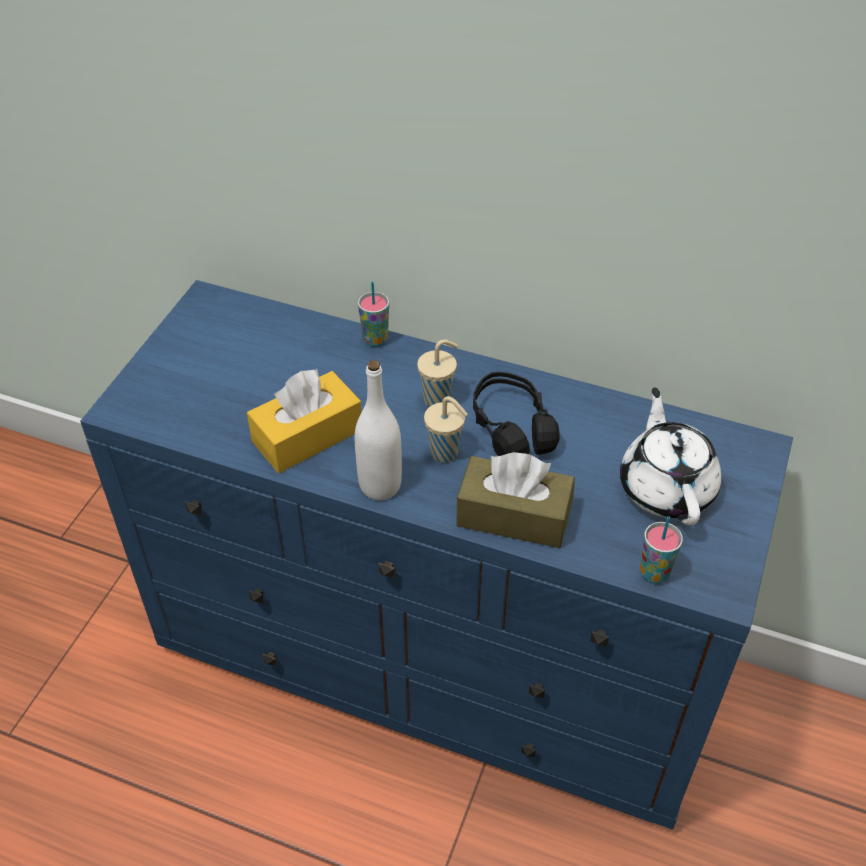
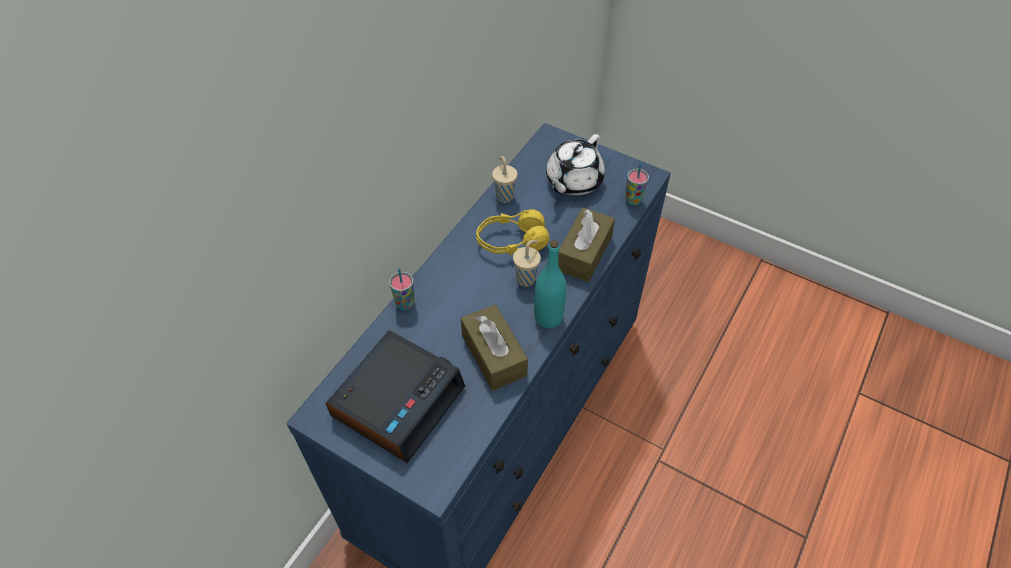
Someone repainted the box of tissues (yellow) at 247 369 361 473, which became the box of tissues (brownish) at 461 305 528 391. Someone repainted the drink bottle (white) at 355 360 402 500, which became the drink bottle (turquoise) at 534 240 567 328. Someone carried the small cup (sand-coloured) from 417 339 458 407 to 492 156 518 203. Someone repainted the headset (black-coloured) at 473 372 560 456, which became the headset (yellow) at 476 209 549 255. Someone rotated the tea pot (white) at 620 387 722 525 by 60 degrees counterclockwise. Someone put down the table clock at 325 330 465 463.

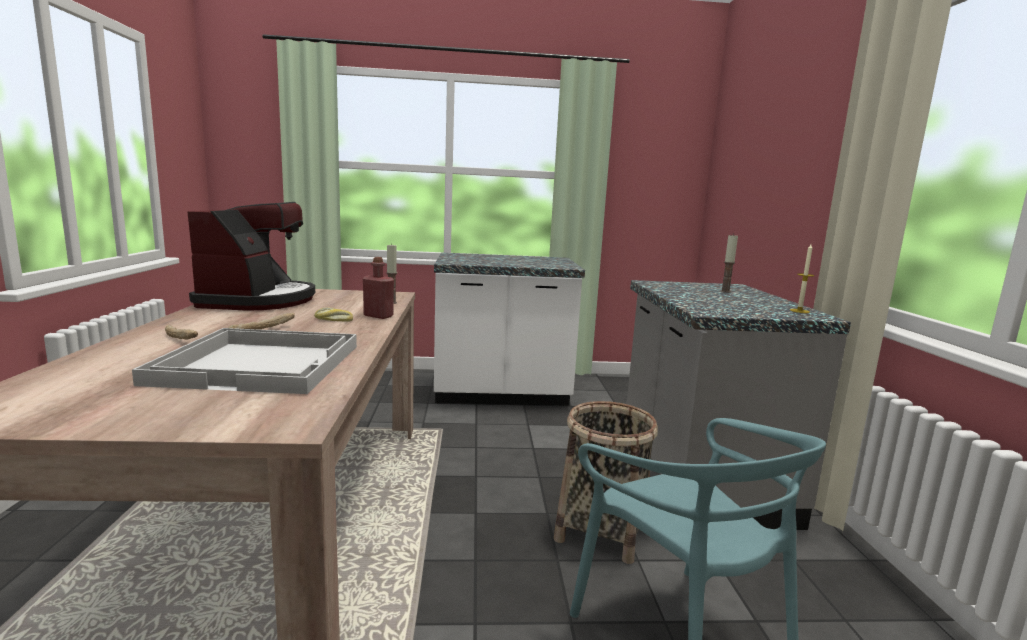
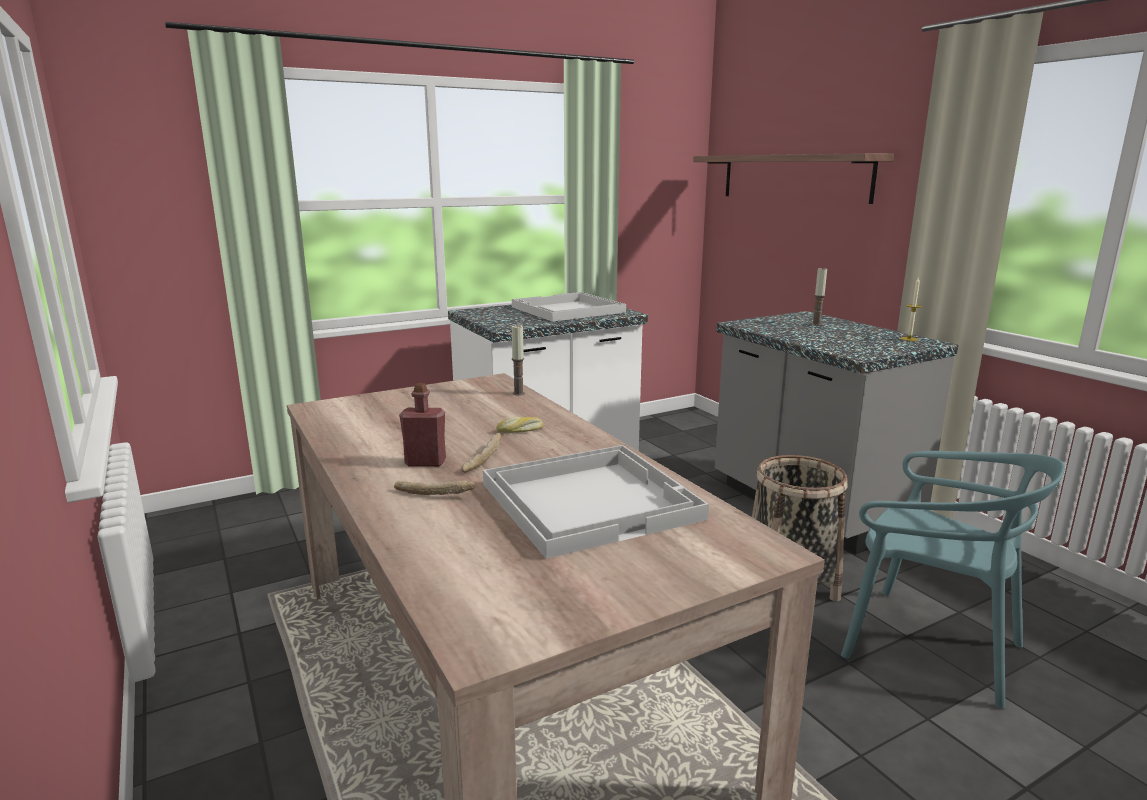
Someone took away the coffee maker at 188 202 315 311. Someone carried the drink bottle (red) from 363 257 394 319 to 399 383 446 467. Someone put down the tray (white) at 512 292 626 322. Someone put up the shelf at 693 153 894 204.

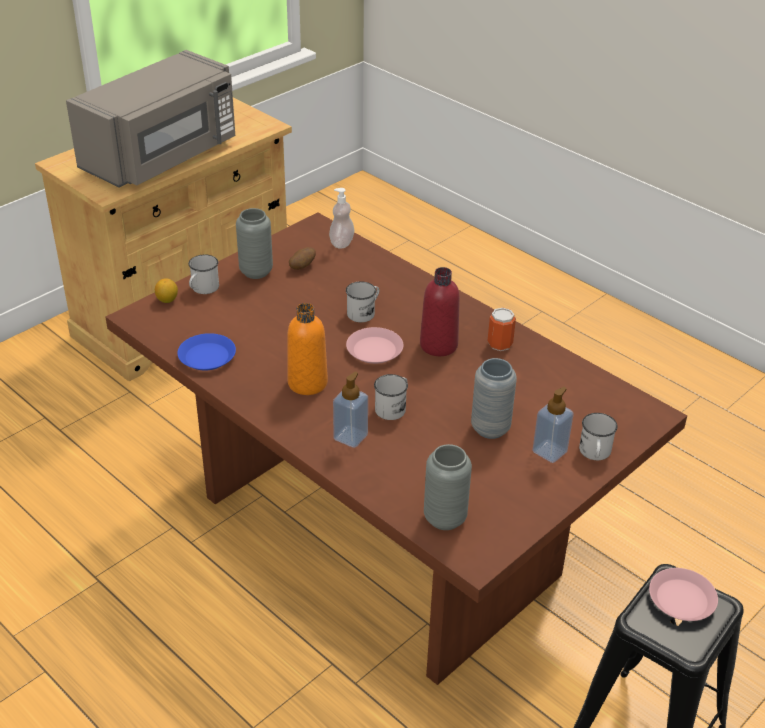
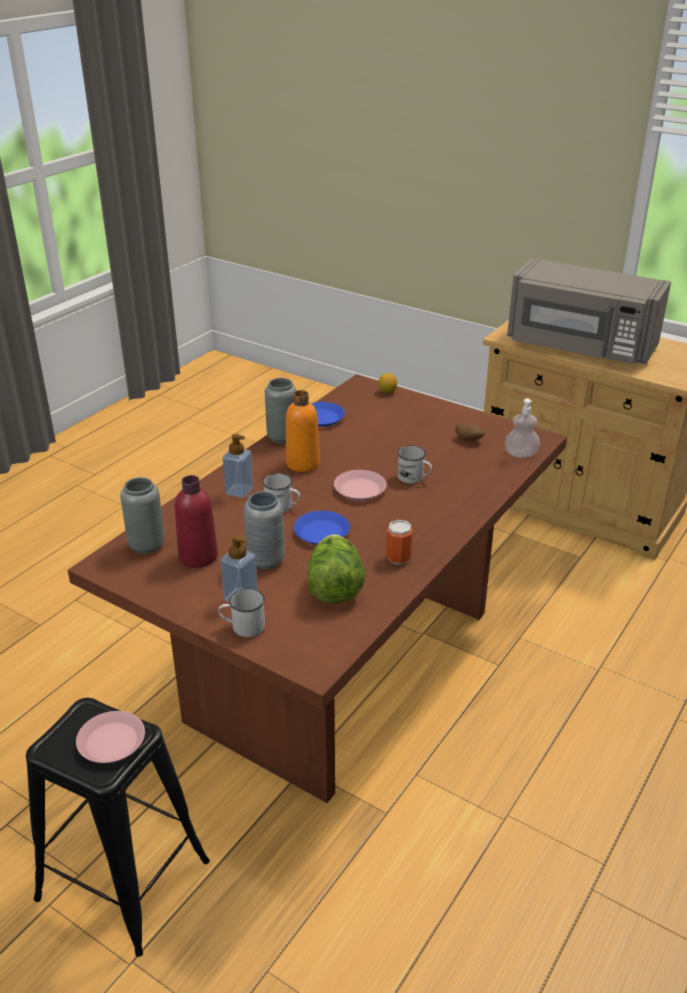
Someone took away the tea mug (white) at 188 255 219 294. Someone carried the flower vase (greyish) from 236 208 273 279 to 265 378 297 444. Someone carried the drink bottle (red) from 420 267 460 356 to 175 475 218 568. Someone put down the flat dish (blue) at 294 511 350 545. Someone put down the head of lettuce at 308 534 365 604.

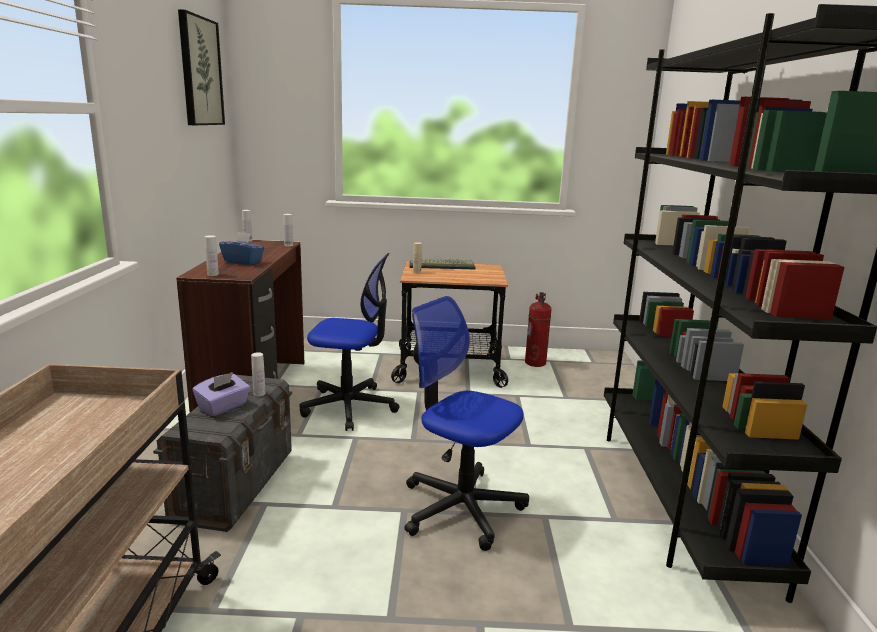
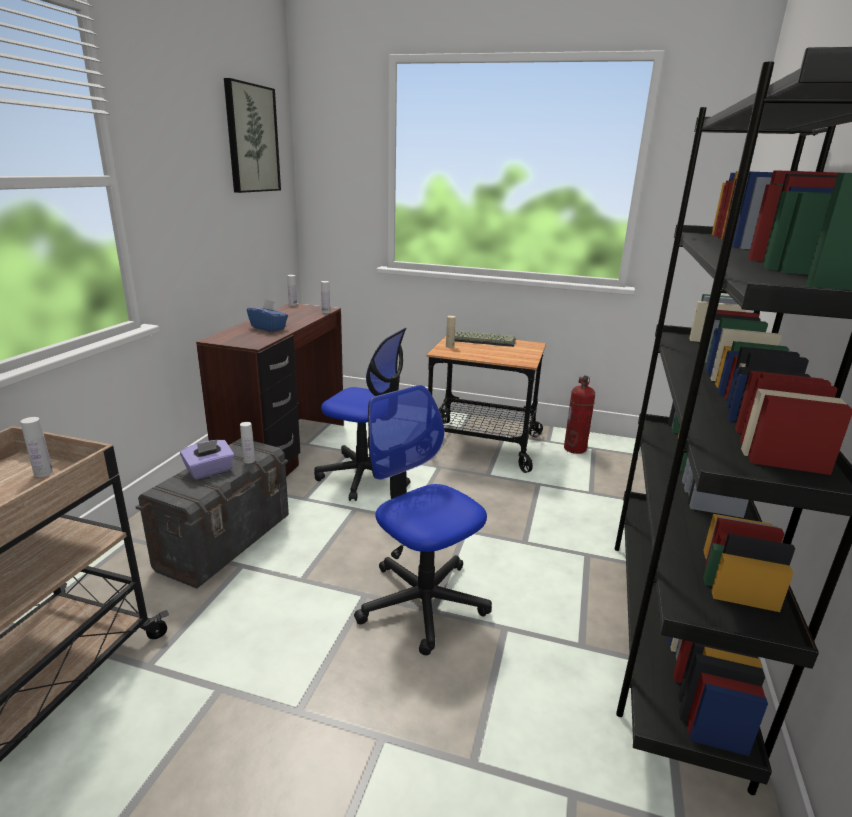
Someone carried the drink bottle (white) from 205 235 219 276 to 21 417 53 477.

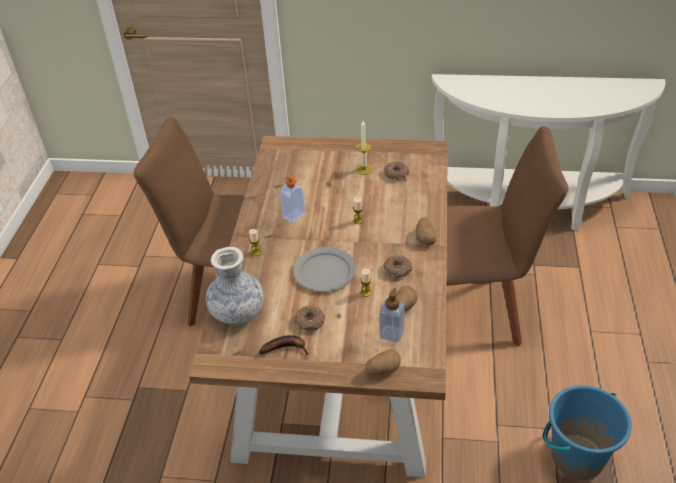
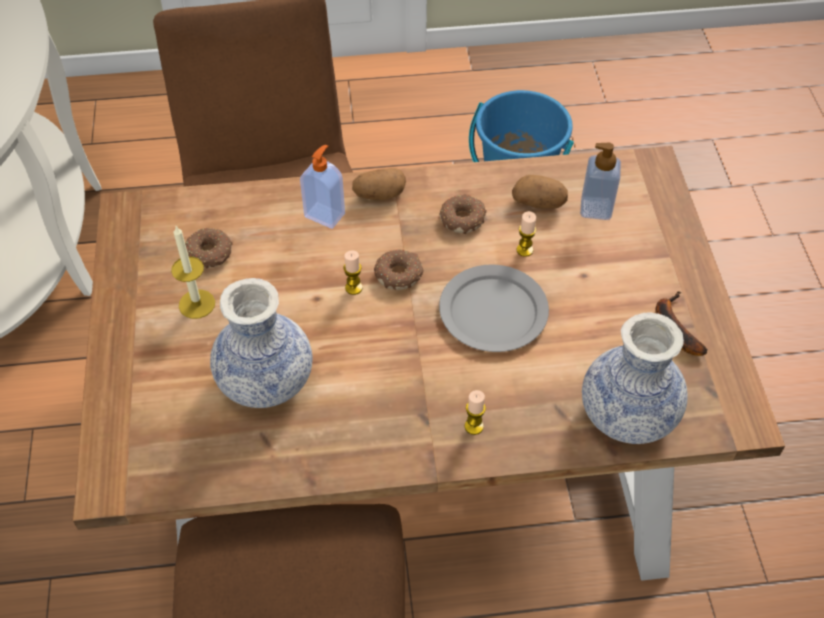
Someone carried the soap bottle from 280 175 305 223 to 300 145 345 229. Someone carried the ring doughnut from 295 305 325 331 to 374 249 424 290. Someone took away the potato at 365 349 401 375. Someone put down the flower vase at 210 278 312 408.

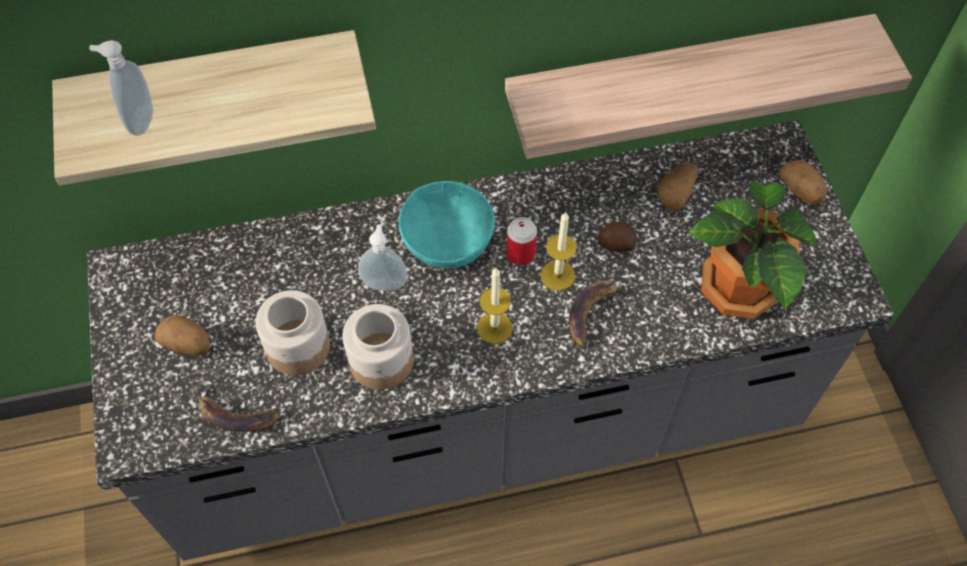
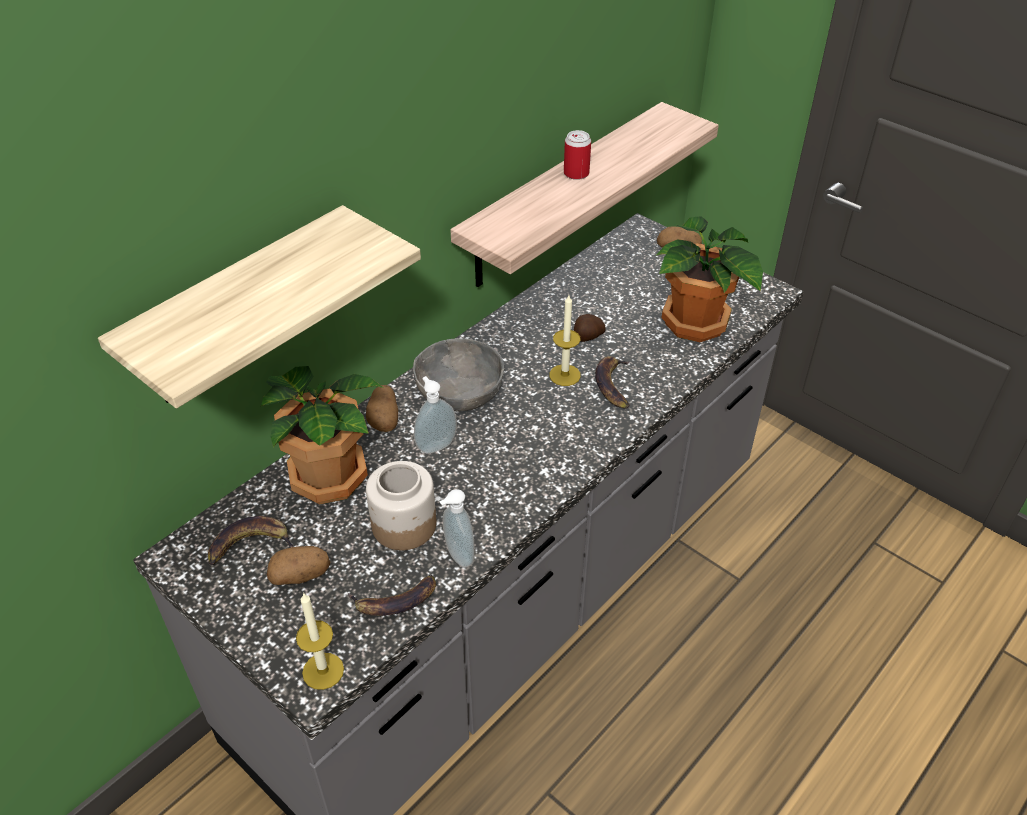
Someone carried the soap bottle from 89 40 153 136 to 439 489 475 568. Someone took away the storage jar at 343 304 413 390. Someone repainted the bowl (turquoise) at 398 181 495 268, which became the bowl (greyish) at 413 338 504 412. Someone carried the candle from 477 268 513 344 to 296 592 344 690. Someone carried the can from 506 217 537 265 to 564 130 591 180. Someone carried the potato from 657 163 697 211 to 366 385 398 432. Someone put down the whole banana at 208 516 294 565. Someone put down the houseplant at 261 366 383 504.

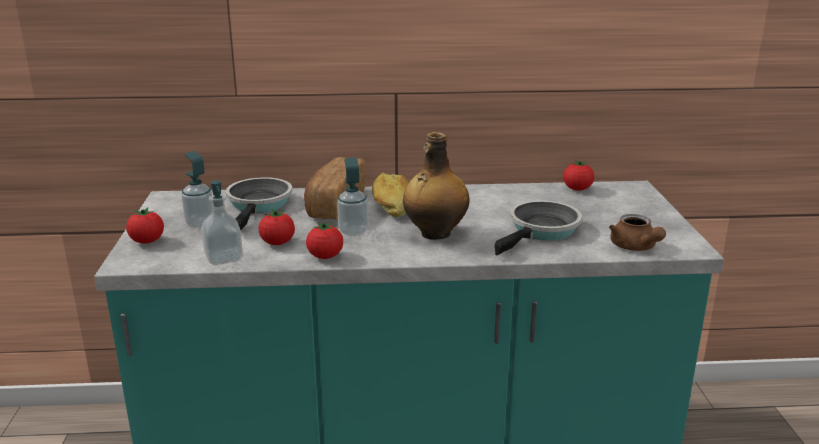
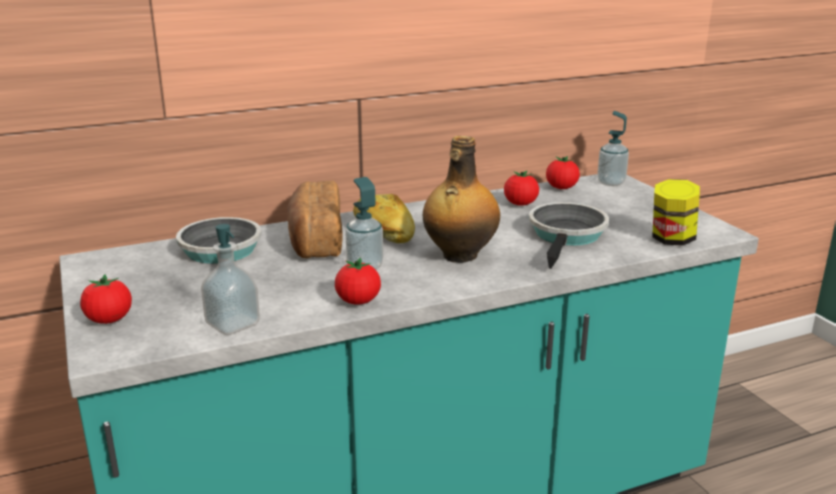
Someone carried the soap bottle from 181 151 213 228 to 597 111 629 186. Someone carried the fresh tomato from 259 209 295 245 to 504 171 539 206. Someone swapped the tea pot (brownish) at 609 214 666 251 for the storage jar at 652 179 700 246.

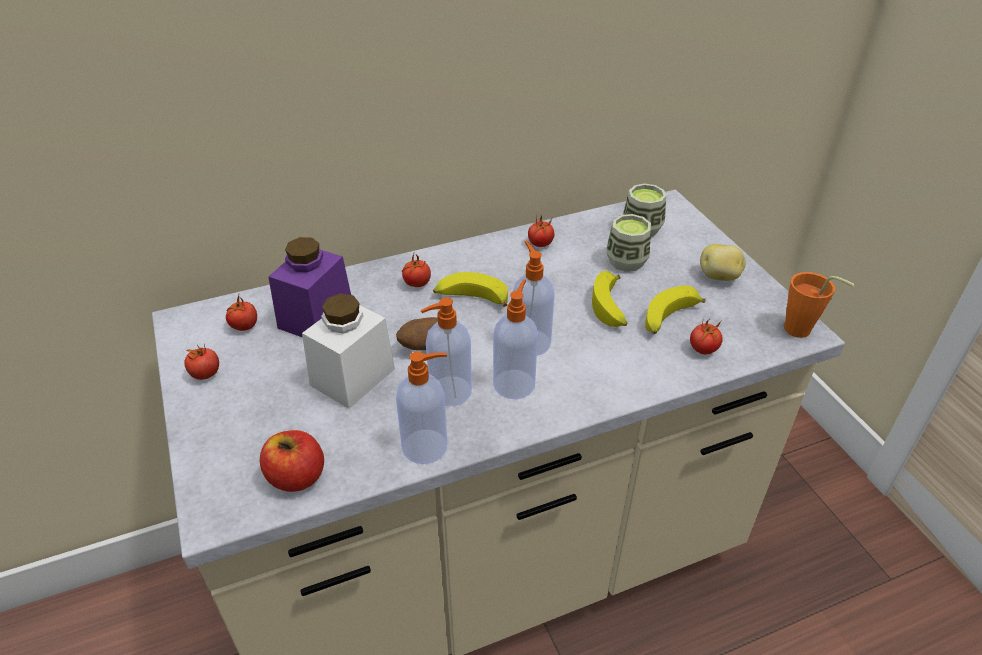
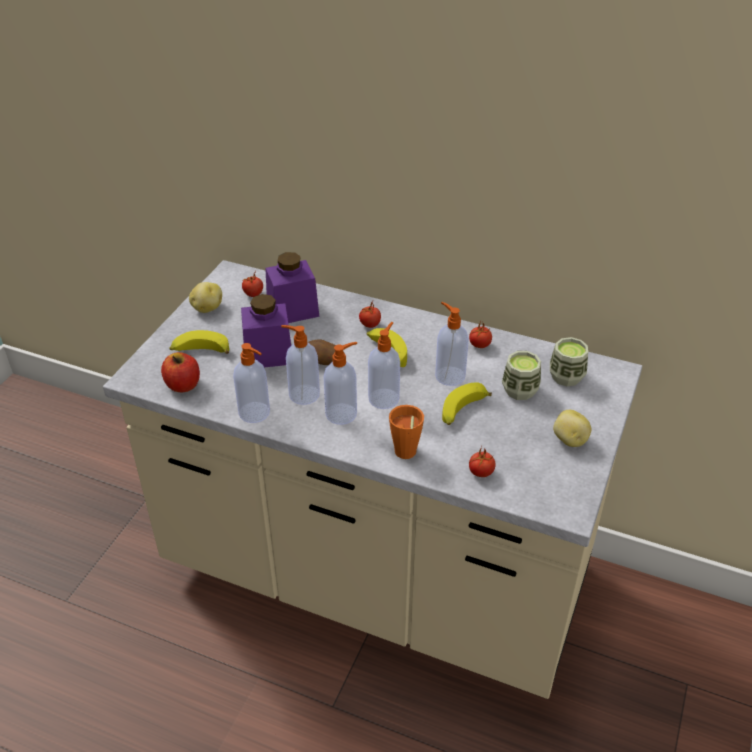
Someone swapped the fresh tomato at 184 344 219 380 for the potato at 189 282 222 313. Someone repainted the storage jar (white) at 302 293 395 409, which became the storage jar (purple-coloured) at 241 294 291 368. Someone carried the whole banana from 645 286 706 334 to 169 330 229 354. Someone carried the small cup (orangey) from 784 272 855 338 to 389 405 424 459. Someone put down the soap bottle at 435 302 469 386.

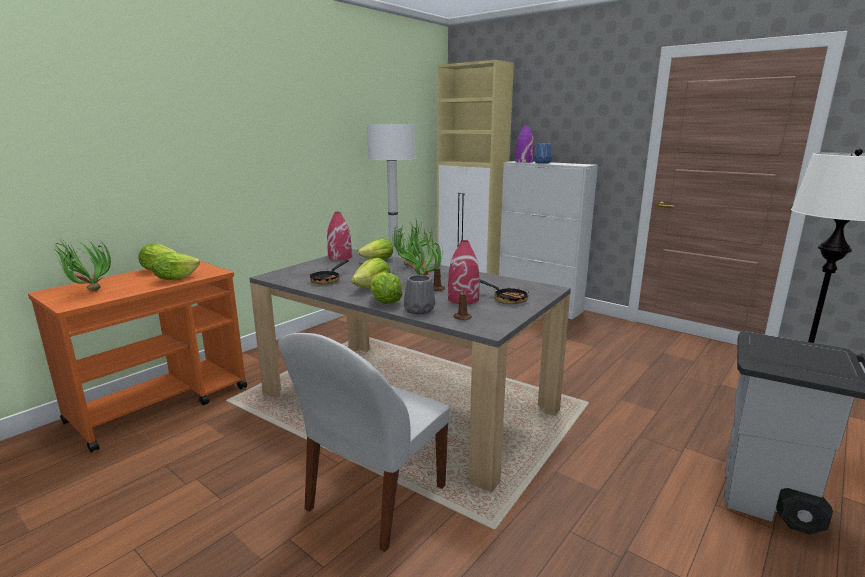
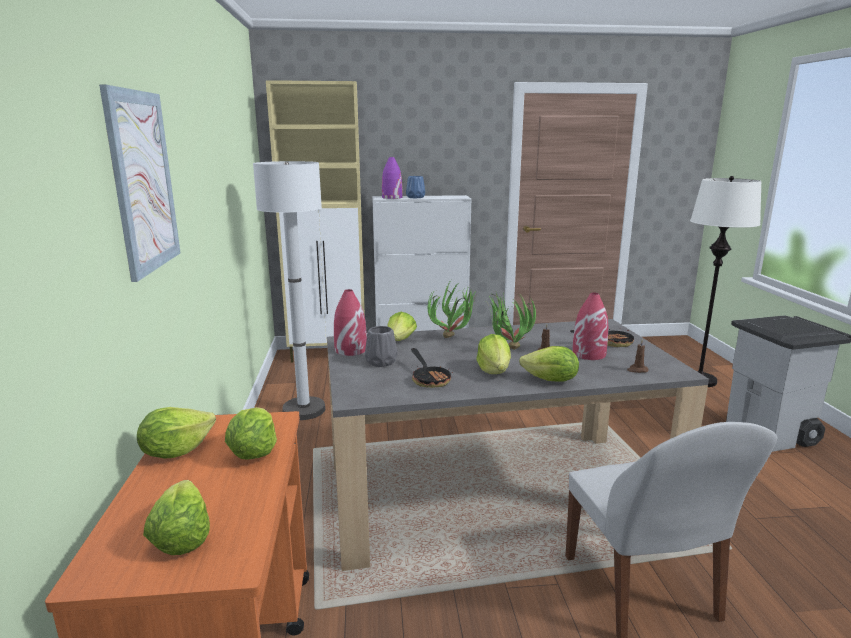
Someone swapped the houseplant at 51 238 111 291 for the head of lettuce at 143 480 210 555. Someone carried the flower vase (greyish) from 404 275 435 315 to 365 326 398 367. Someone put up the wall art at 99 84 181 282.

